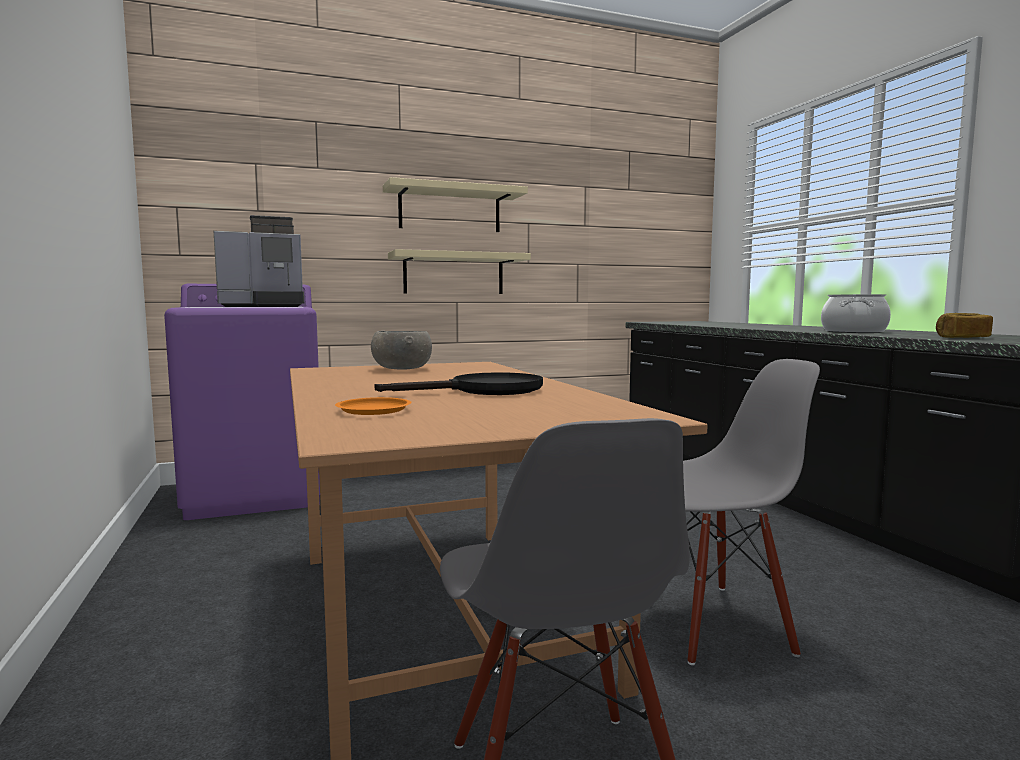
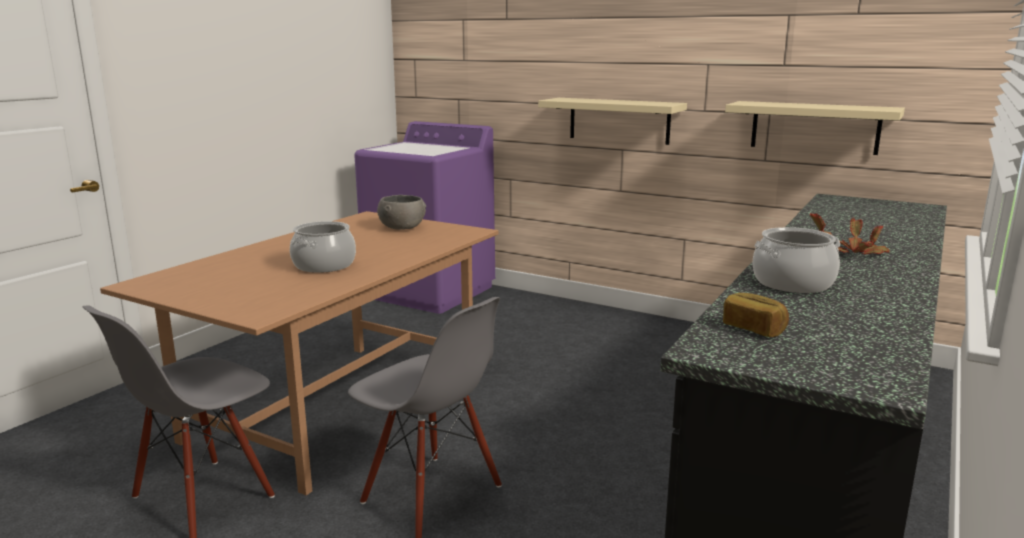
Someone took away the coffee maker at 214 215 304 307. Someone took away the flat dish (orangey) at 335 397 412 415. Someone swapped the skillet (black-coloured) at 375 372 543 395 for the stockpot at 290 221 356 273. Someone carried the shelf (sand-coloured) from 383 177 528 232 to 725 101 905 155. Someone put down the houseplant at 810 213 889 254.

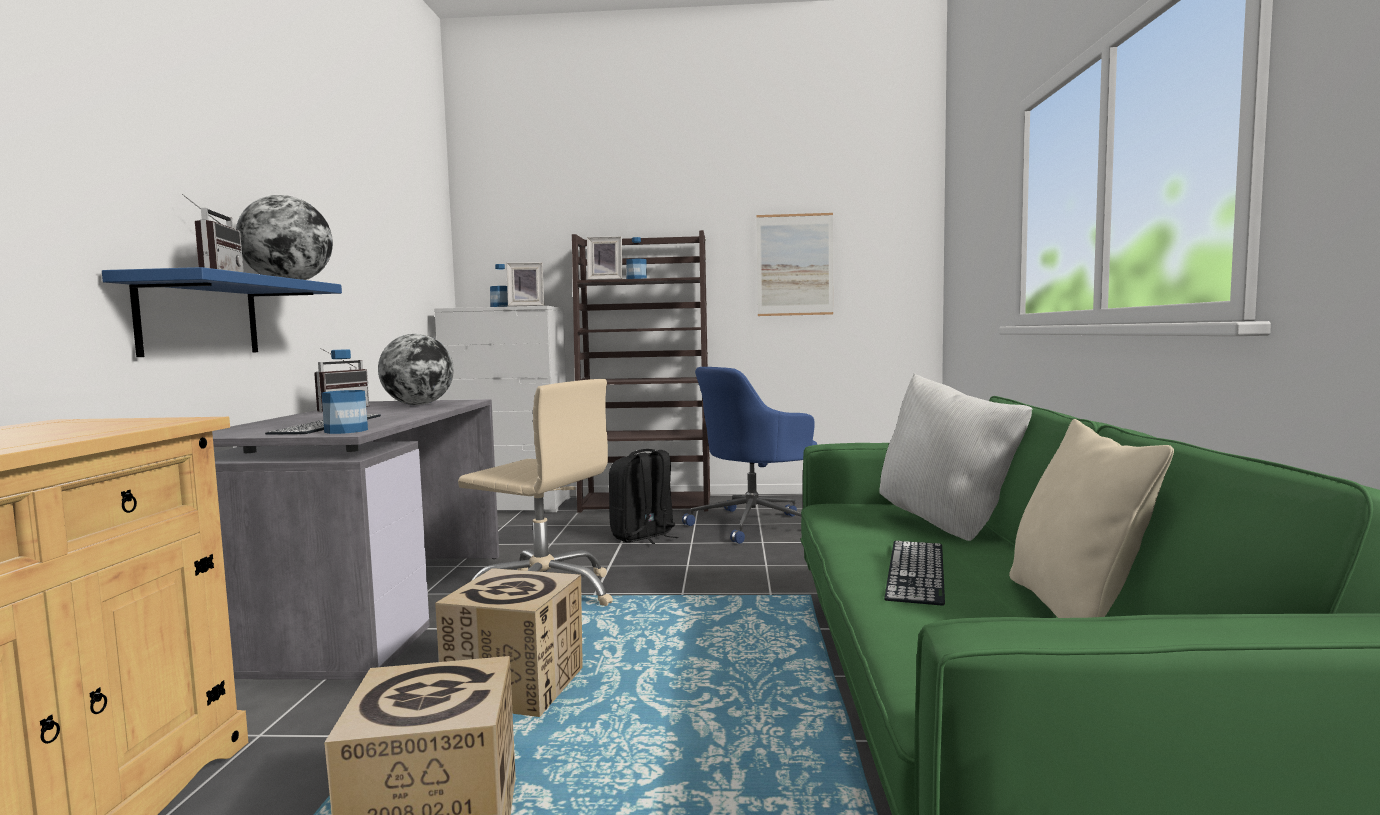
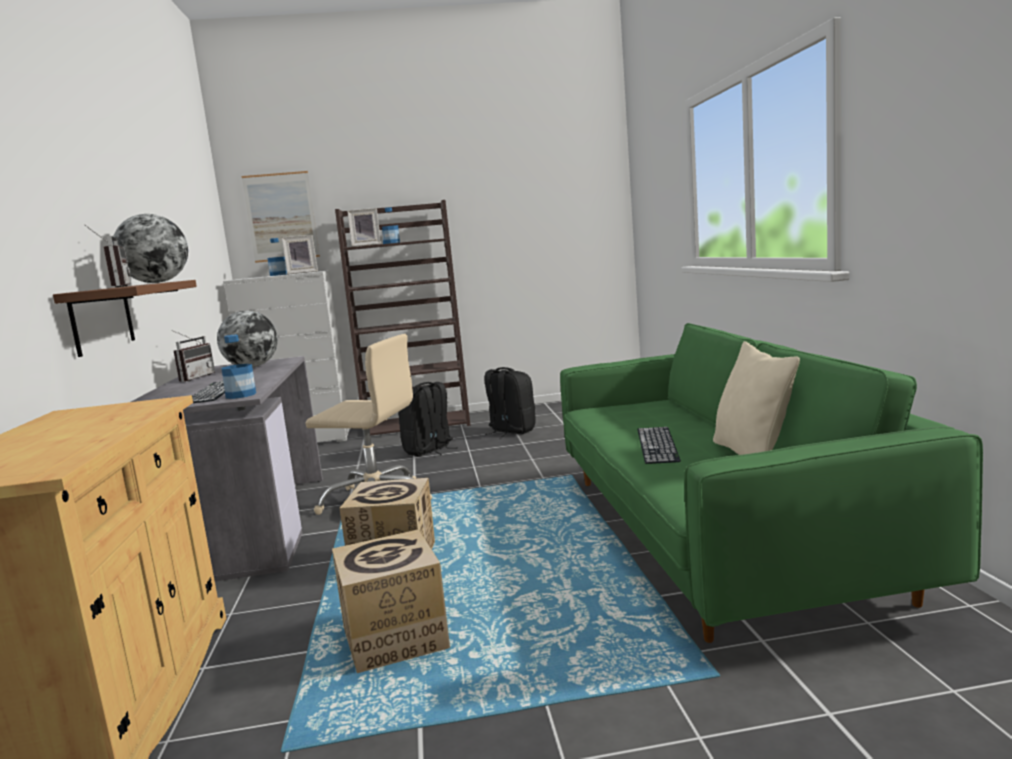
Someone repainted the shelf (blue) at 102 267 342 357, which became the shelf (brownish) at 53 280 197 357. Someone swapped the computer chair (blue) at 682 367 817 544 for the rucksack (black-coloured) at 484 367 536 437. Someone carried the wall art from 756 213 833 316 to 242 171 320 263. Someone took away the cushion (white) at 879 373 1032 541.

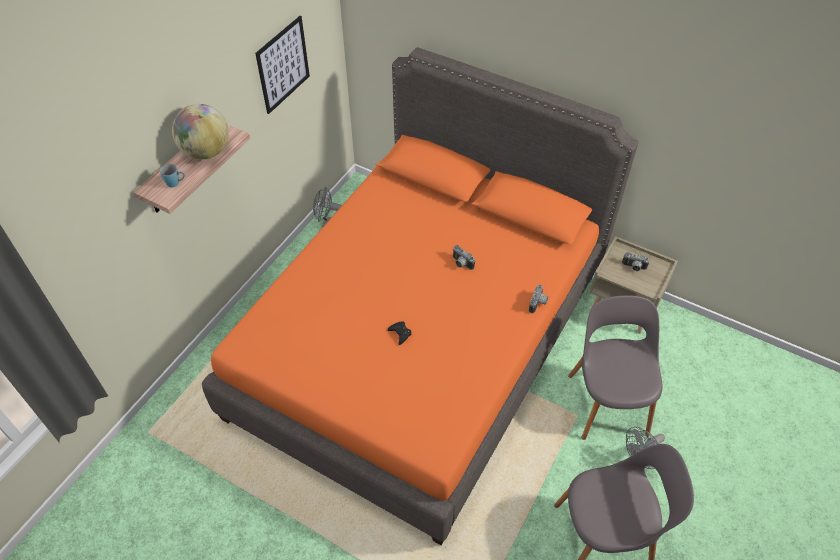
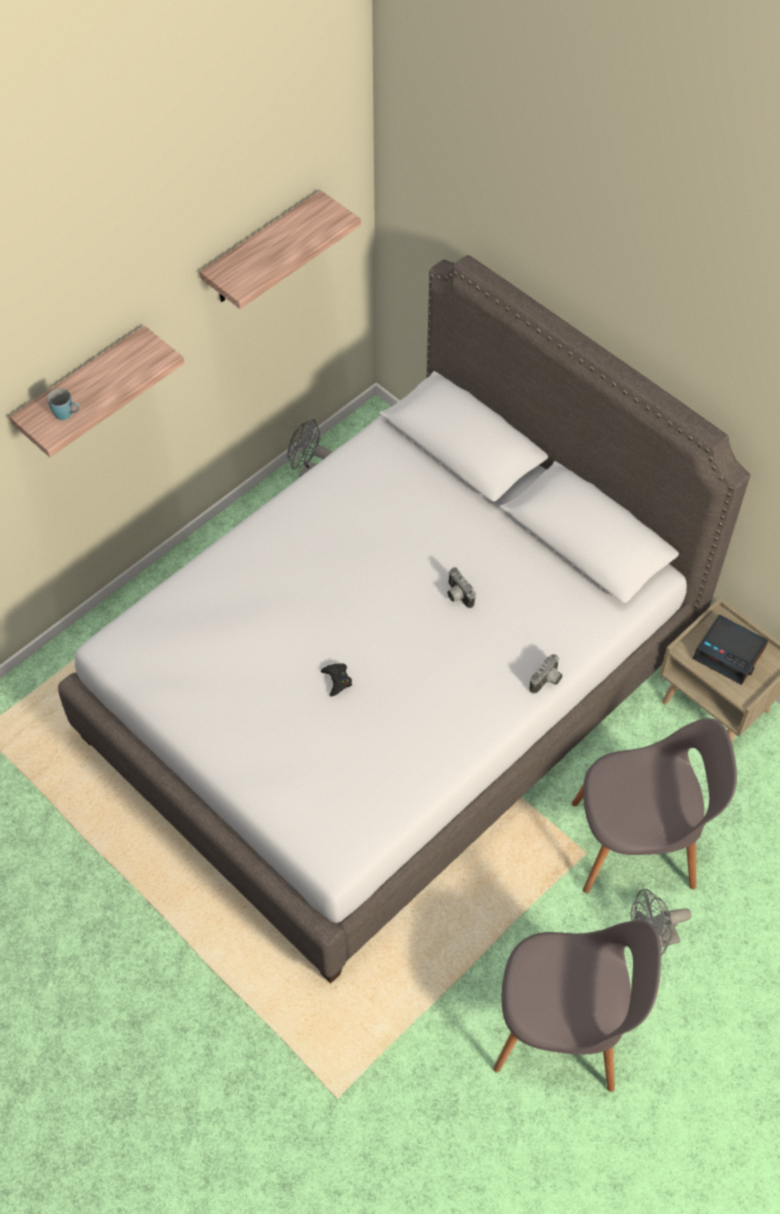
Someone took away the desk globe at 172 104 229 160. Someone repainted the sleeping bed (orangey) at 202 47 638 545, which became the sleeping bed (greyish) at 58 255 750 983. Someone swapped the wall art at 255 16 310 114 for the shelf at 200 190 361 309. Someone rotated the chair (greyish) at 568 296 662 440 by 75 degrees clockwise. Someone swapped the photo camera at 622 252 650 271 for the table clock at 693 614 768 685.

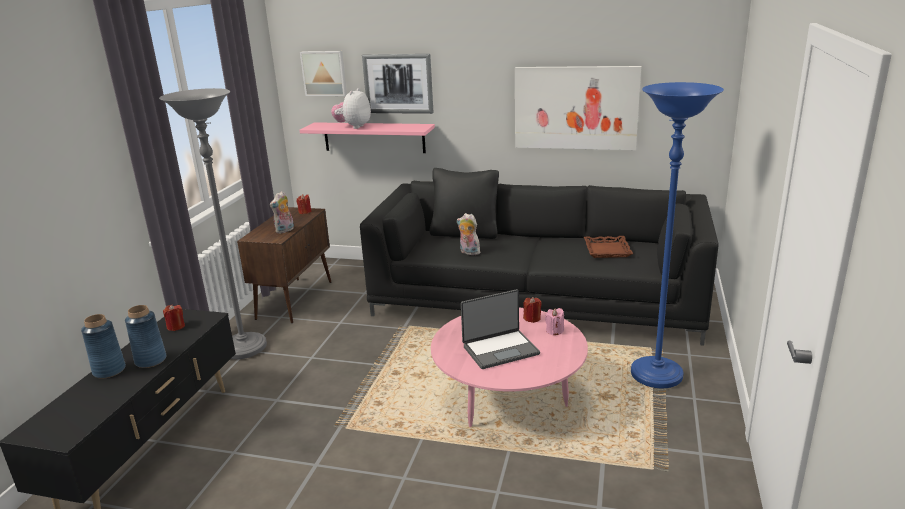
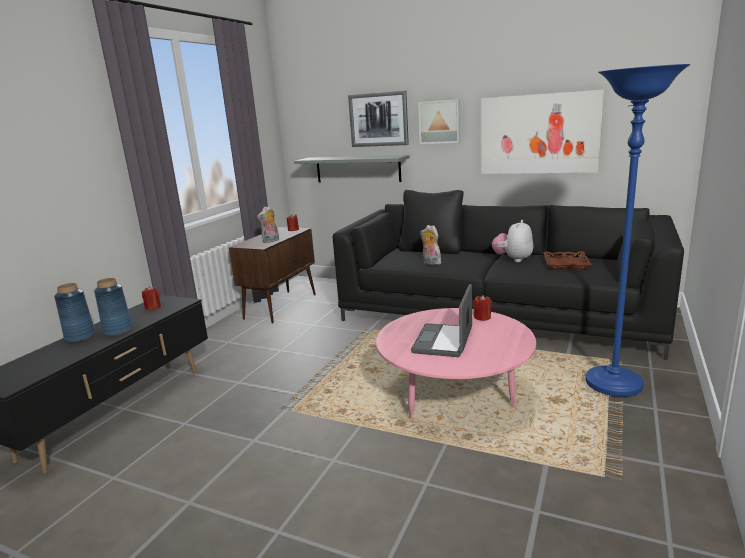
Someone took away the standard lamp (greyish) at 159 88 267 359. Someone carried the wall art from 300 51 347 96 to 418 99 460 144. Someone repainted the shelf (pink) at 300 122 435 153, which became the shelf (greyish) at 294 155 410 182. Someone carried the cuddly toy from 331 88 371 129 to 492 220 533 262. Someone rotated the laptop at 461 289 540 369 by 120 degrees clockwise. Someone took away the candle (pink) at 545 308 564 335.

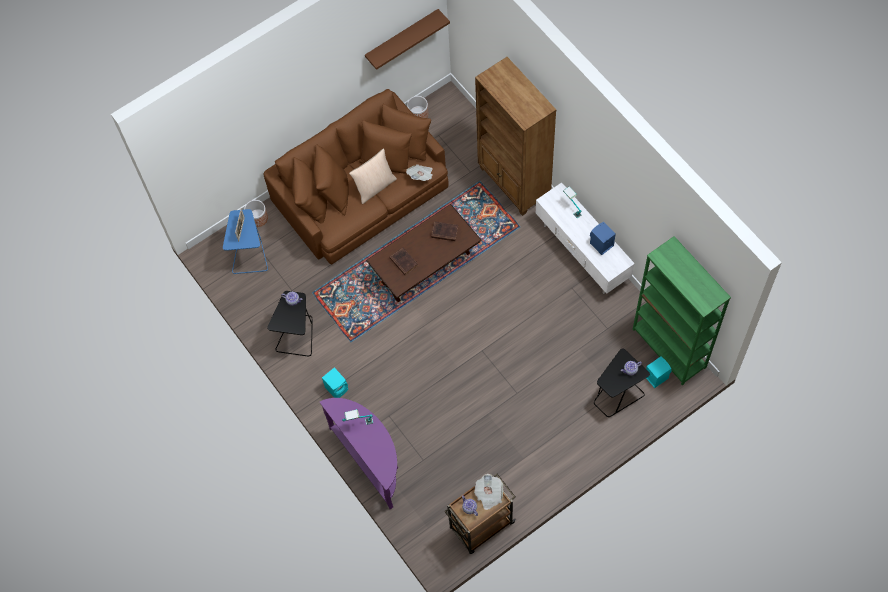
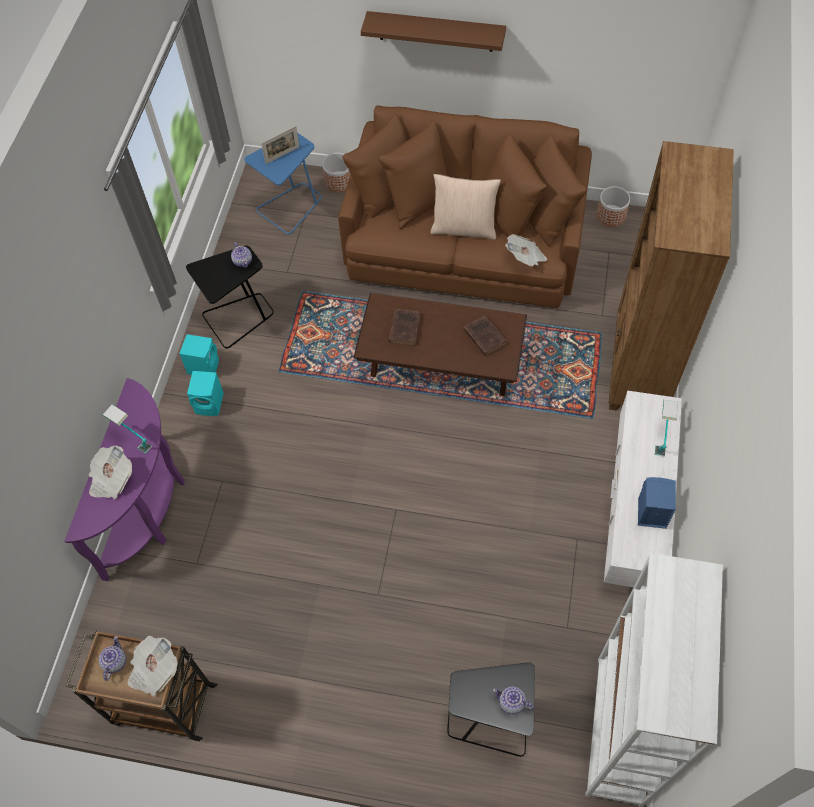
Someone carried the shelf (brownish) from 365 9 450 70 to 361 11 506 52. Someone repainted the bookcase (green-coloured) at 633 236 731 386, which became the bookcase (white) at 585 553 723 807. Someone carried the loudspeaker (turquoise) from 646 356 672 388 to 179 334 219 375. Someone put down the daily paper at 89 446 132 499.

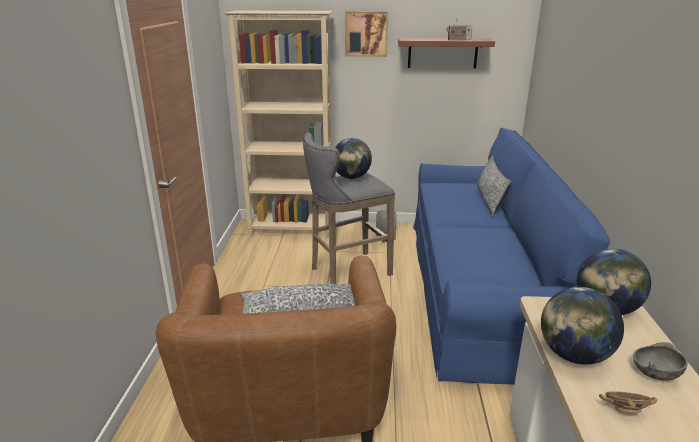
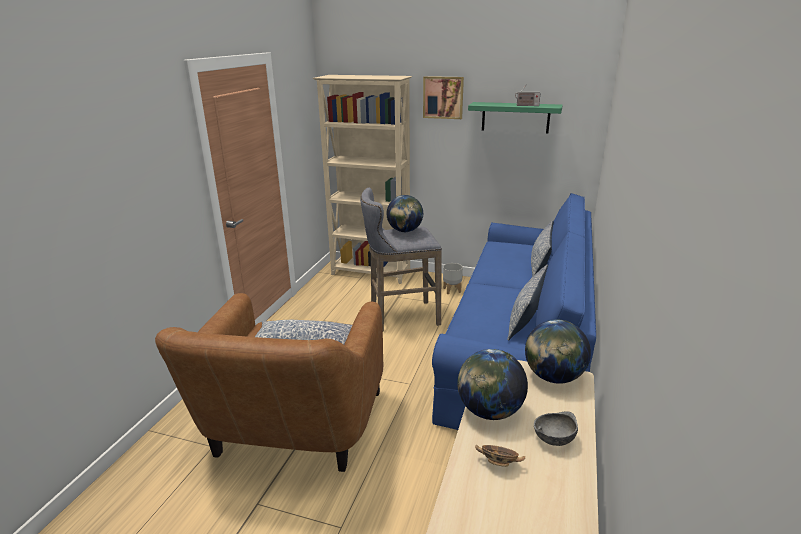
Someone repainted the shelf (brownish) at 398 38 495 69, which became the shelf (green-coloured) at 468 102 563 133. Someone put down the cushion at 507 264 548 341.

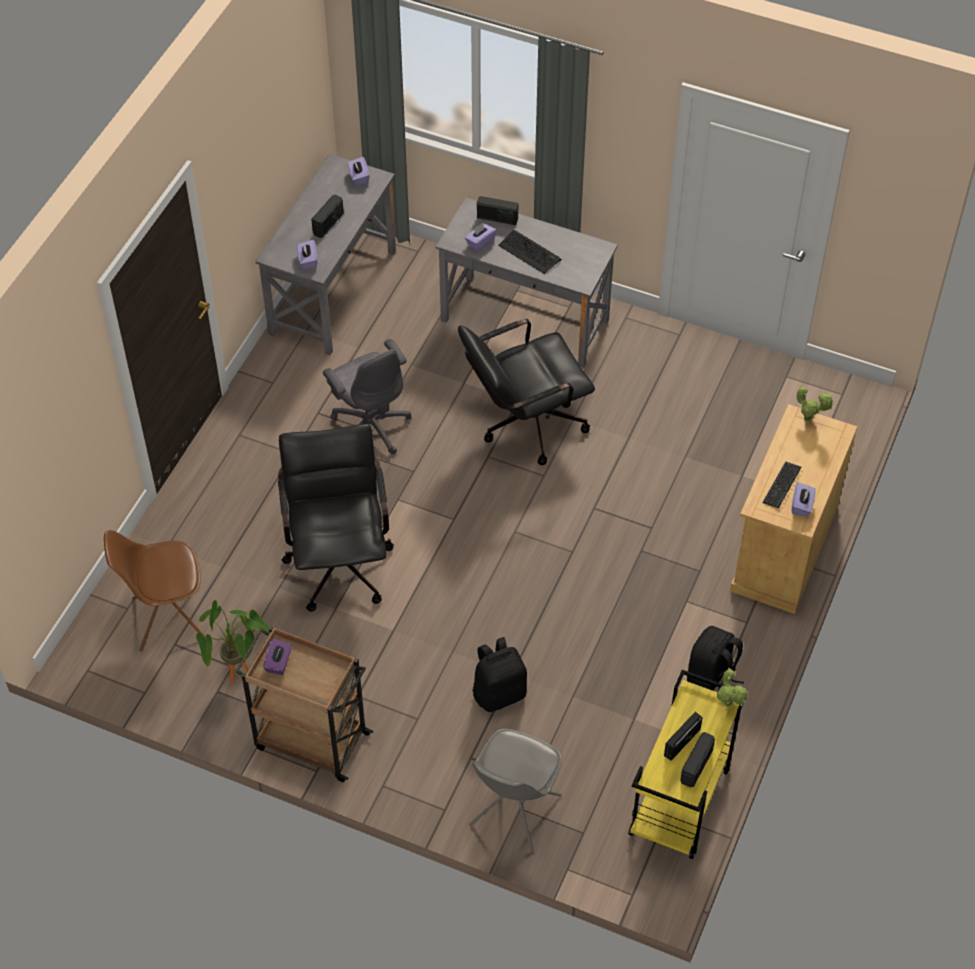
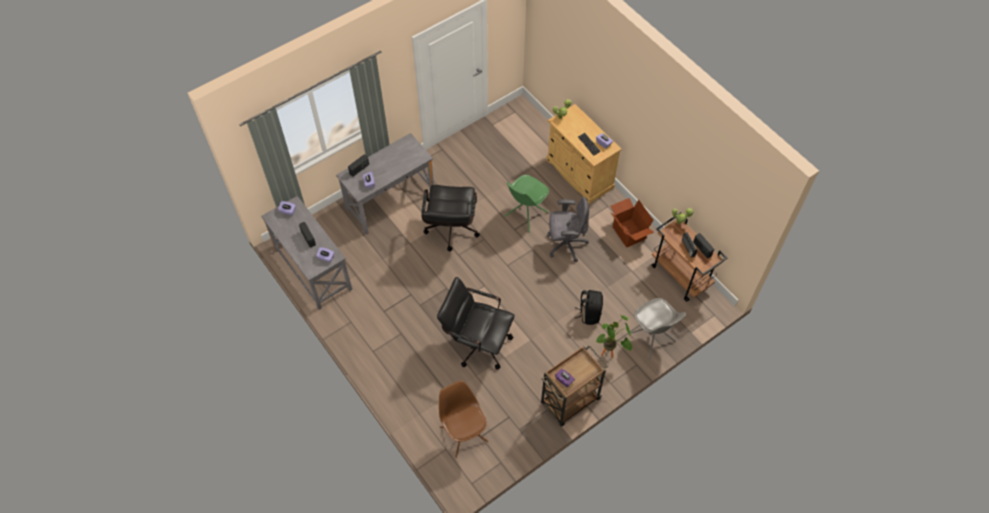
Someone rotated the chair (brownish) at 104 530 206 652 by 135 degrees clockwise. Someone carried the houseplant from 196 600 270 684 to 596 316 632 358. Someone carried the computer chair (greyish) from 323 339 411 454 to 546 197 589 262. Someone took away the keyboard at 498 230 562 274. Someone repainted the trolley (yellow) at 628 670 748 859, which became the trolley (brownish) at 652 212 727 302. Someone swapped the rucksack (black-coloured) at 687 626 744 691 for the carton at 610 198 654 248. Someone put down the chair (green-coloured) at 505 175 549 233.

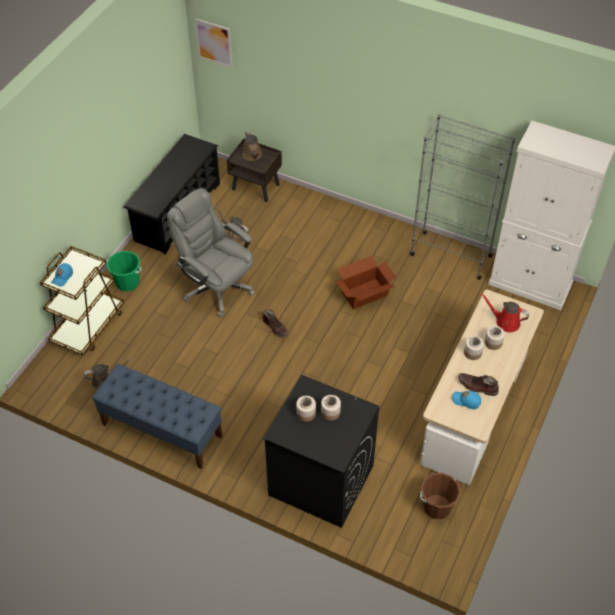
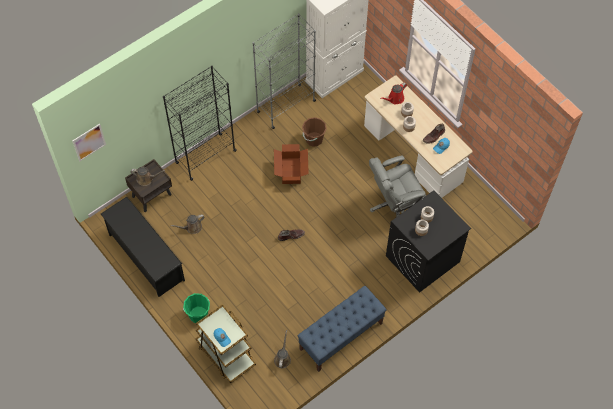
Someone carried the computer chair (greyish) from 167 188 255 317 to 369 156 426 217. Someone carried the water bucket (brownish) from 420 473 461 519 to 302 117 327 147. Someone put down the bookcase (black-coloured) at 163 66 237 181.

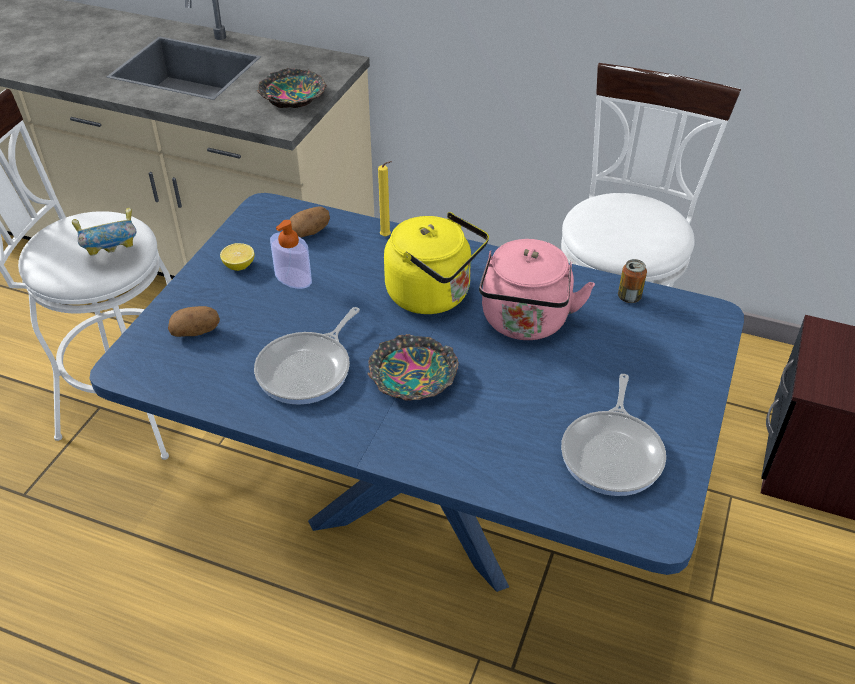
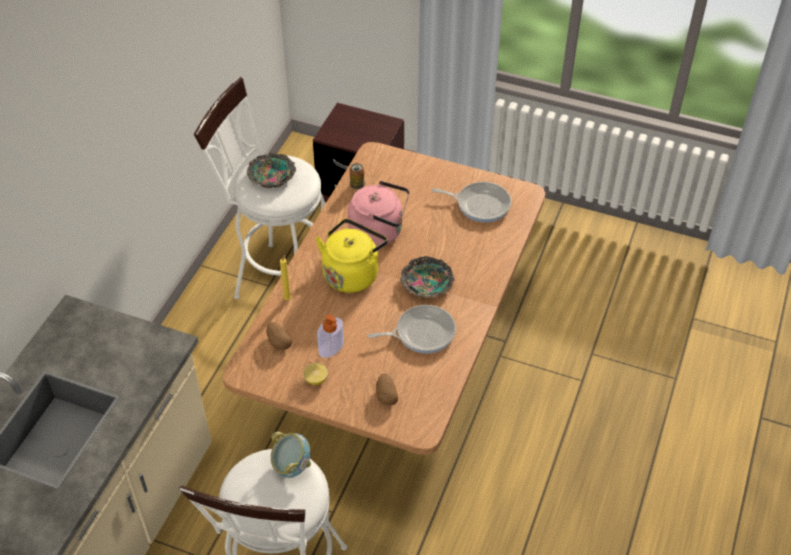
Someone repainted the dining table (blue) at 90 193 744 592, which became the dining table (brownish) at 223 142 545 455. Someone rotated the skillet at 254 307 360 405 by 45 degrees counterclockwise. Someone carried the bowl from 257 68 327 108 to 247 153 296 188.

